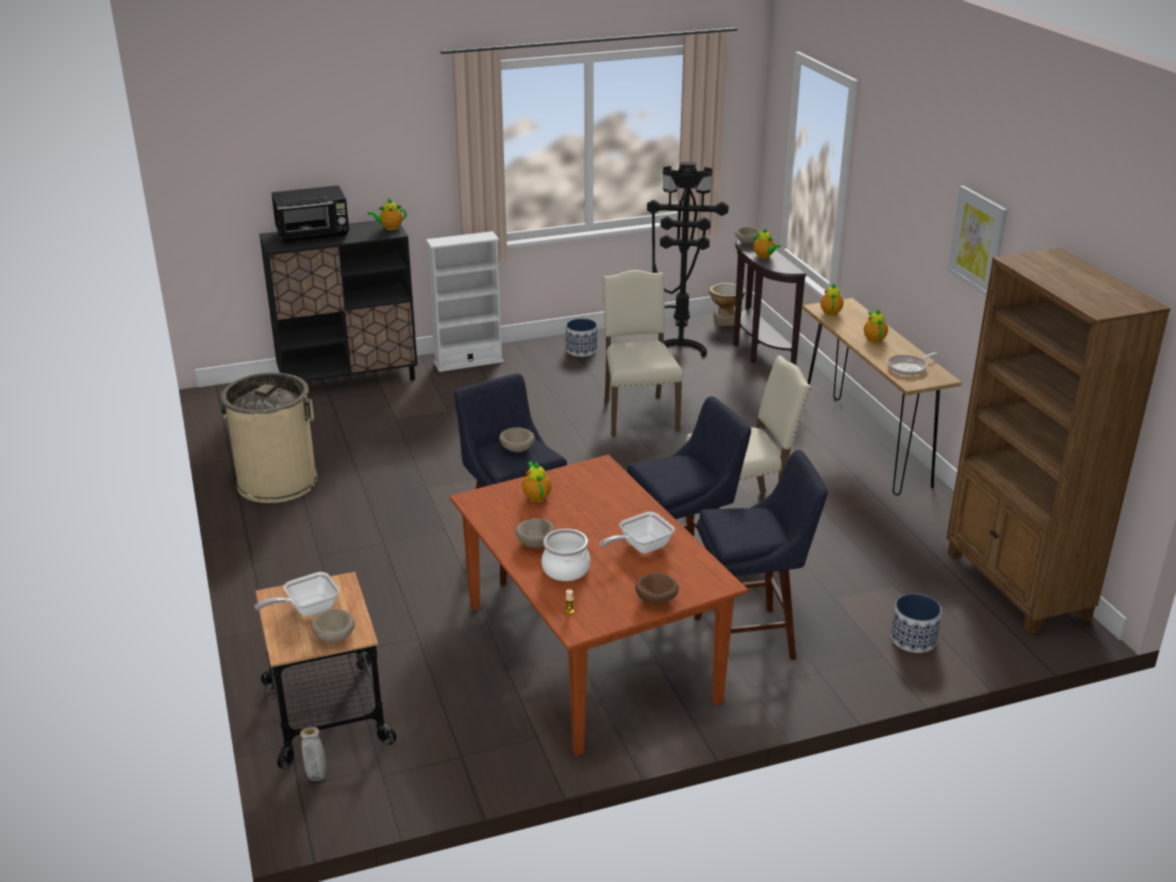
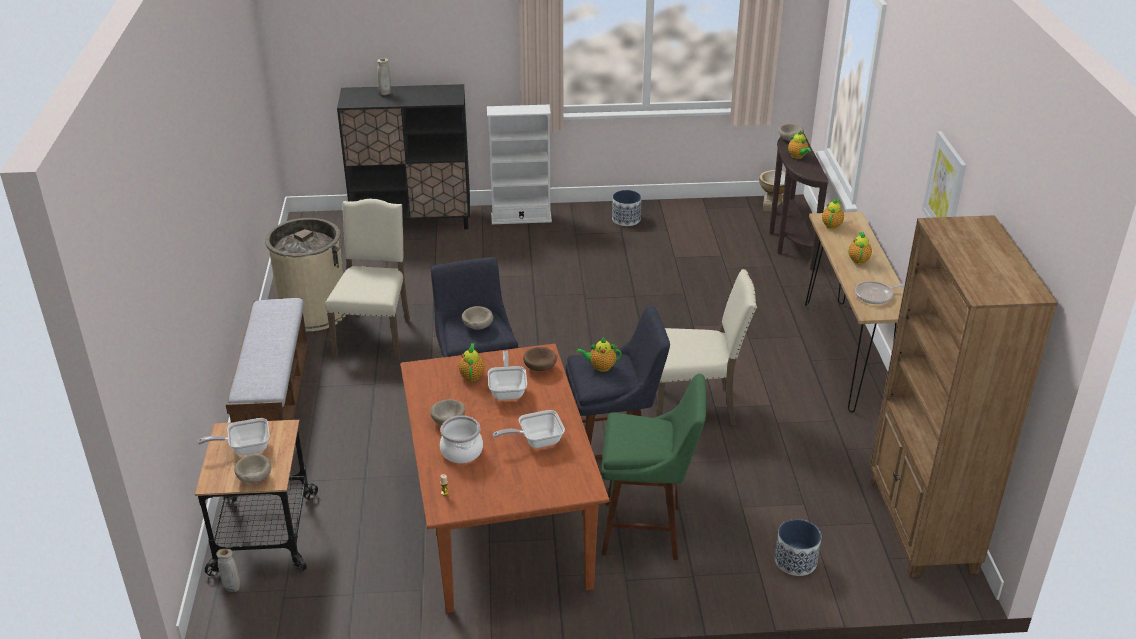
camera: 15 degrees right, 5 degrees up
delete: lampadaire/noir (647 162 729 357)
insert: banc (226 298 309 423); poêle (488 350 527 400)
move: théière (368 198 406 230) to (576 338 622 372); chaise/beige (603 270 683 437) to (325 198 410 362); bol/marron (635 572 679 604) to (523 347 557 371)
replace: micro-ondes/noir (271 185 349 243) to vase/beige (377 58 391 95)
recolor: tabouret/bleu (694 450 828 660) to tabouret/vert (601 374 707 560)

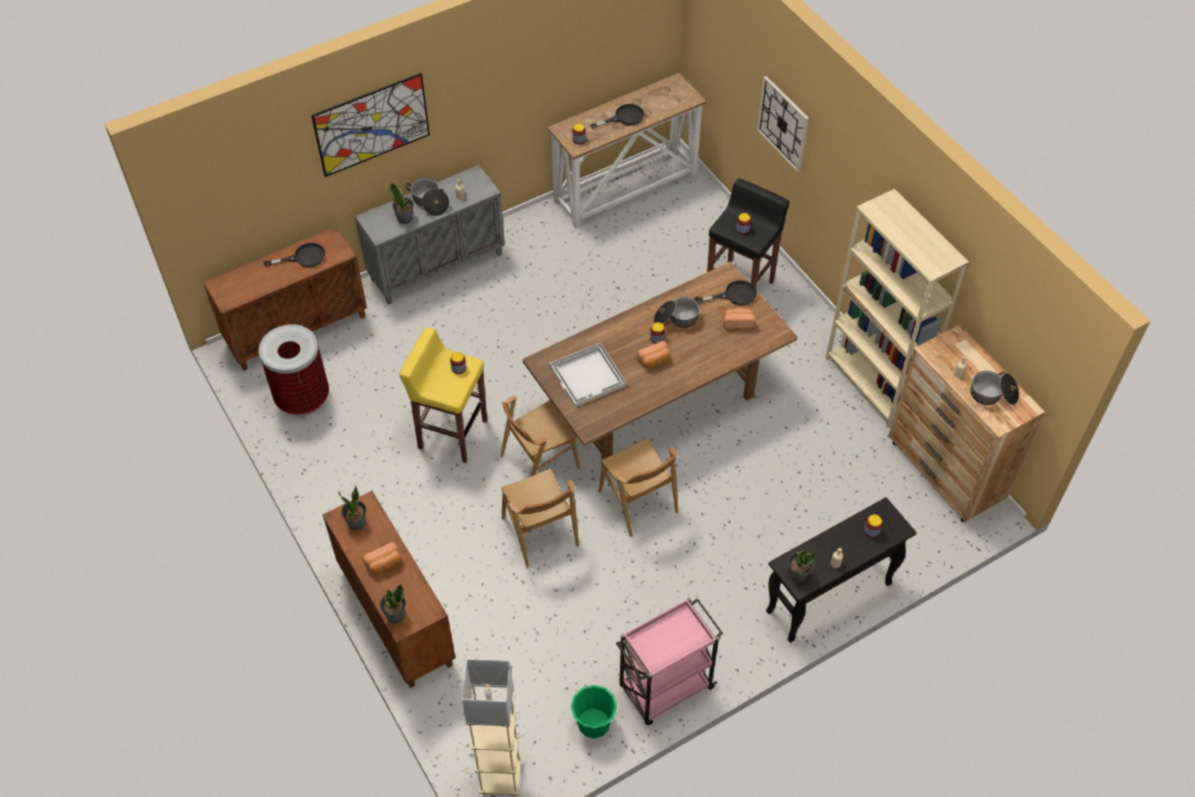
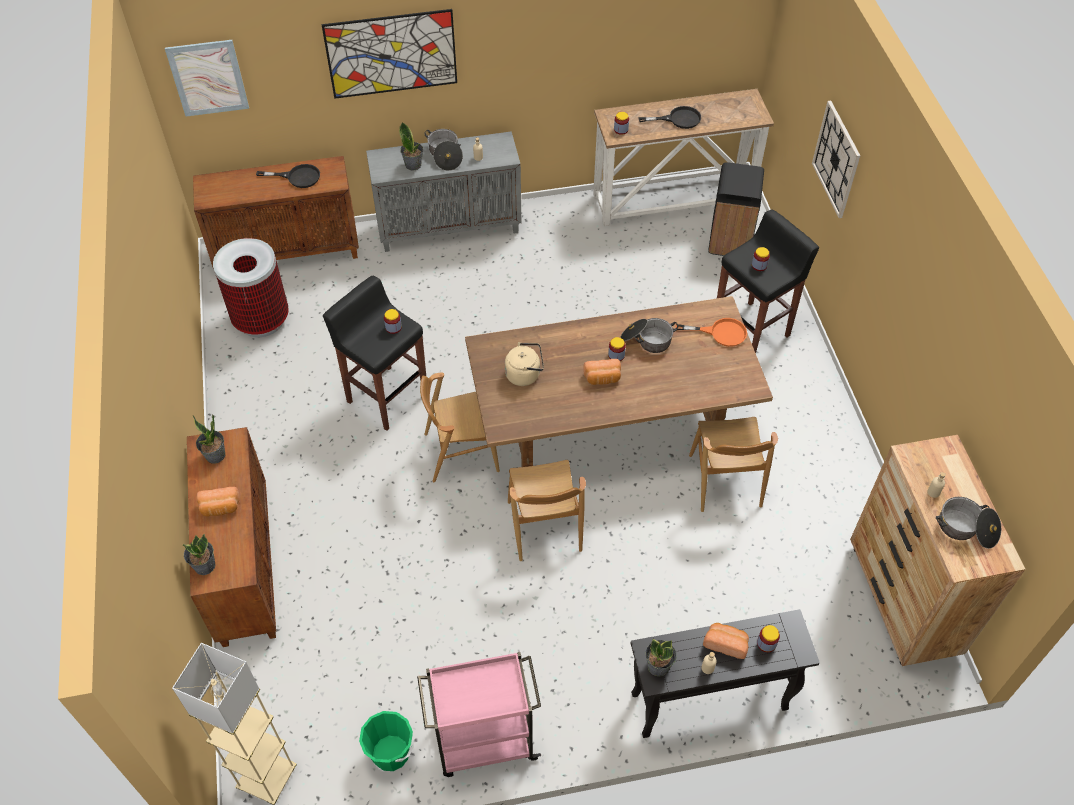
camera: 20 degrees right, 0 degrees up
delete: bibliothèque/beige (826 189 969 428)
insert: tableau (165 40 249 116); poubelle/noir (708 162 764 256)
move: pain (723 308 756 329) to (703 623 749 659); chaise/marron (501 468 579 567) to (689 417 778 512)
replace: plateau/blanc (549 343 627 407) to bouilloire/beige (505 342 544 386)
recolor: poêle/noir (696 280 757 305) to poêle/orange (675 318 747 347); tabouret/jaune (399 328 487 463) to tabouret/noir (323 276 426 431)

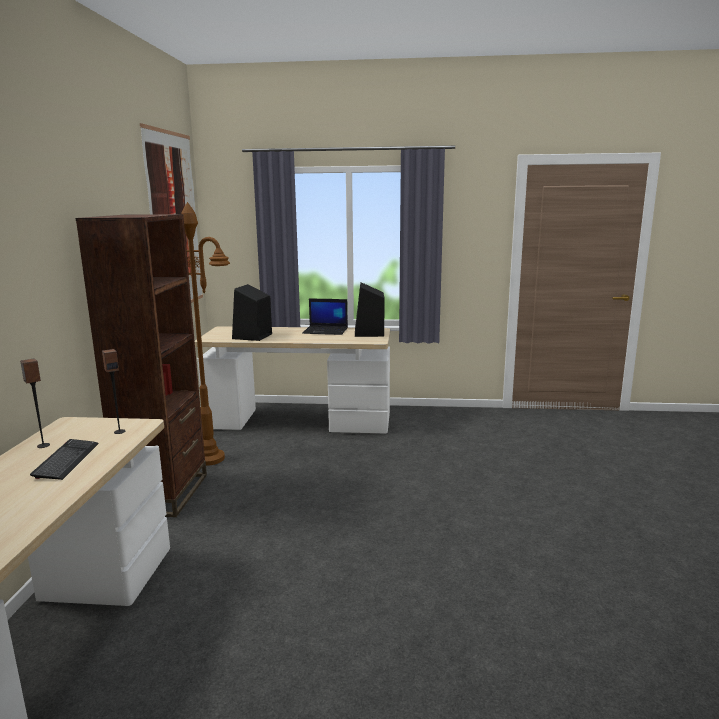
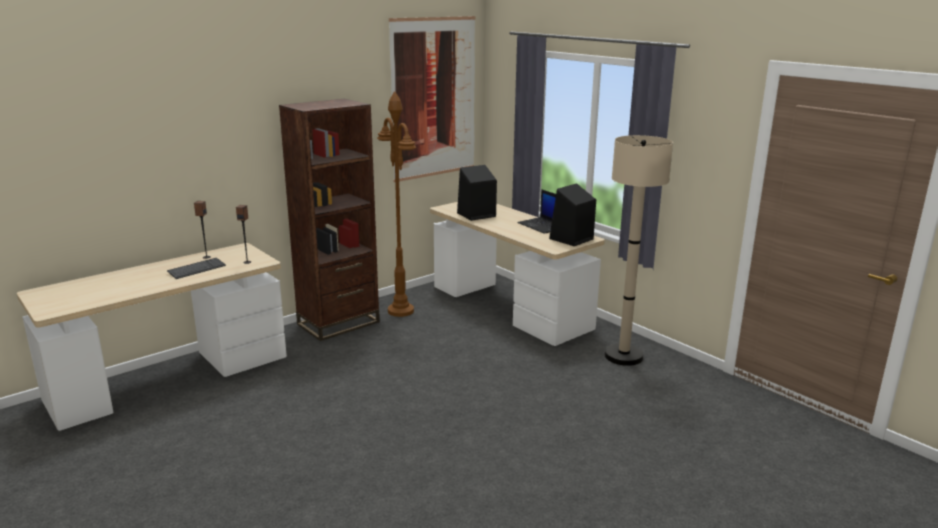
camera: 45 degrees right, 5 degrees up
insert: lampadaire/beige (605 135 673 366)

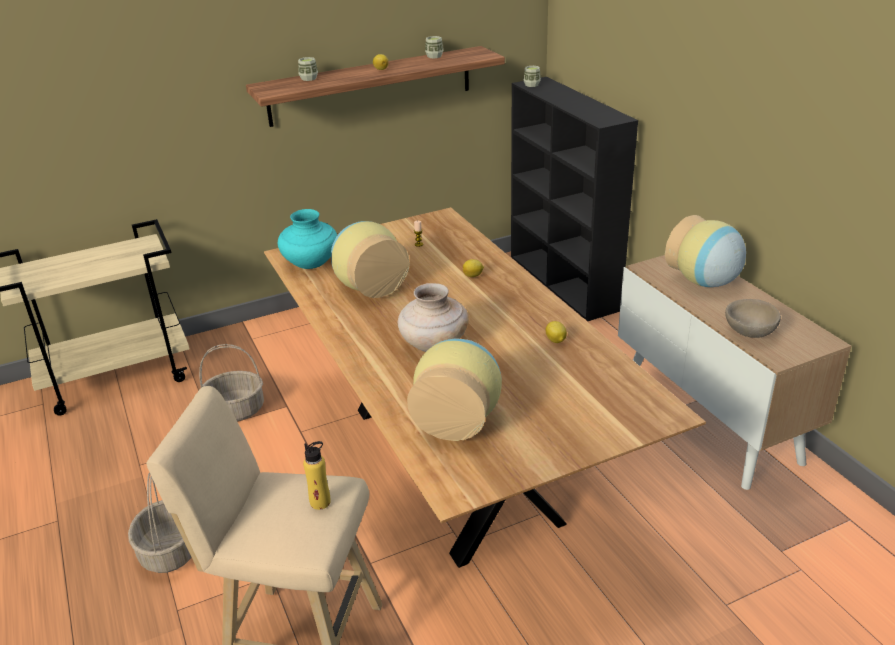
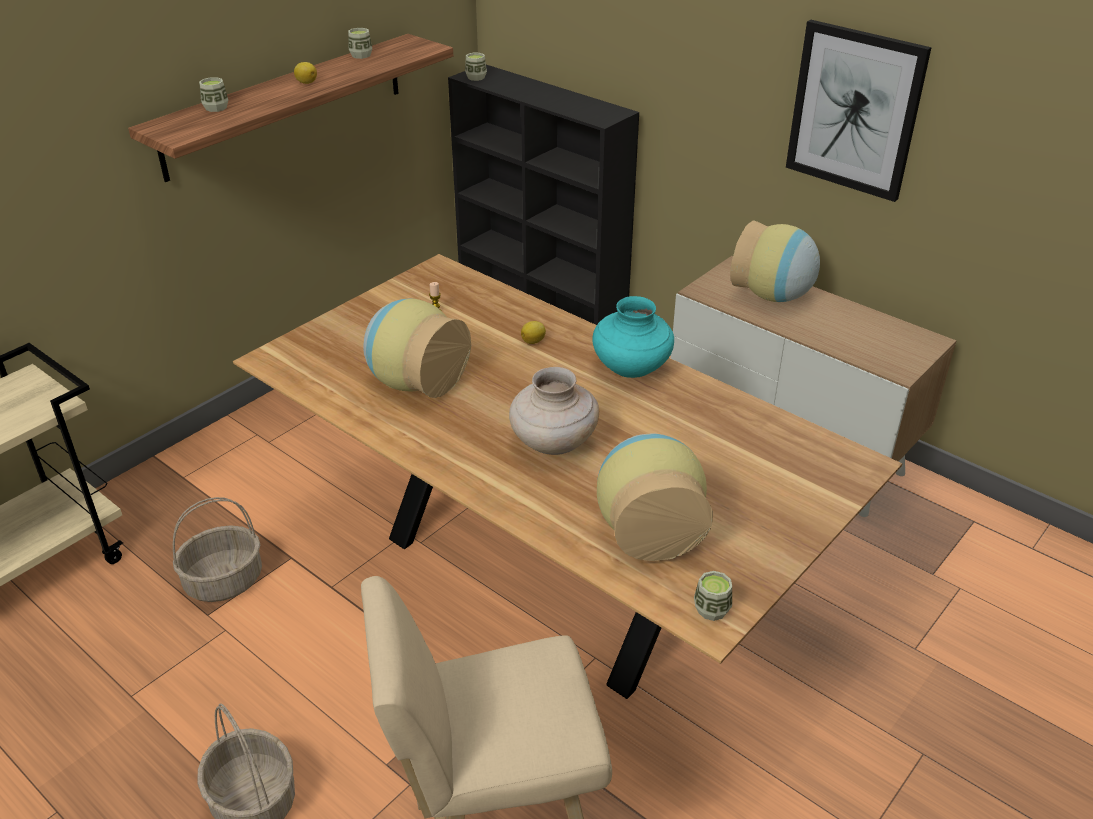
camera: 25 degrees left, 5 degrees up
delete: bol/beige (725 299 781 338); citron (546 321 567 343); bouteille/jaune (303 441 331 510)
insert: tableau (786 20 932 202); tasse (694 571 732 621)
move: vase/turquoise (278 209 337 269) to (592 296 674 378)

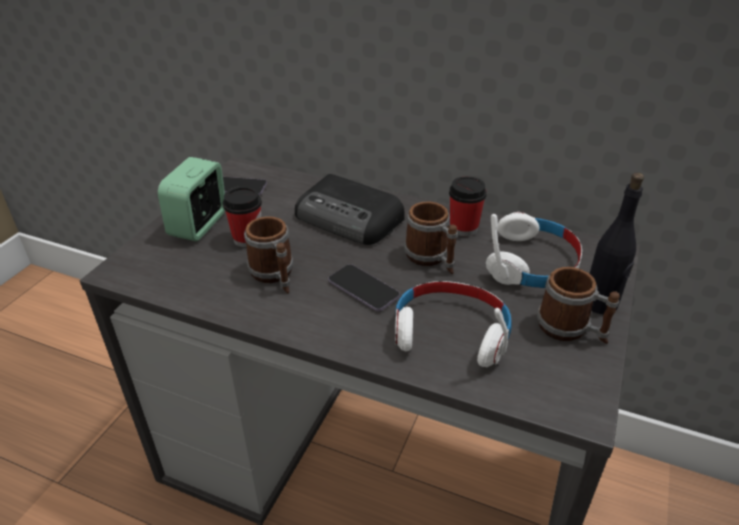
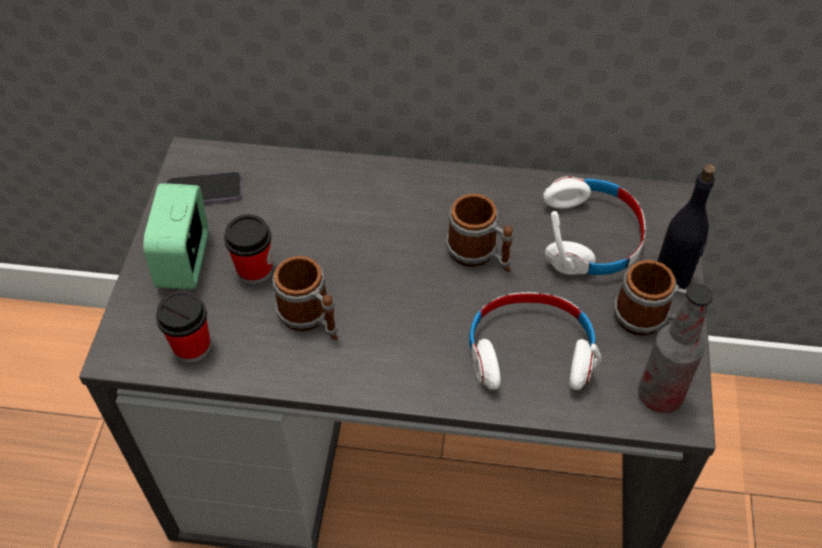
camera: 15 degrees left, 15 degrees up
delete: radio (295 174 405 245); téléphone (328 264 400 311)
insert: bouteille (638 284 713 413)
move: tasse (449 176 487 236) to (156 291 211 363)

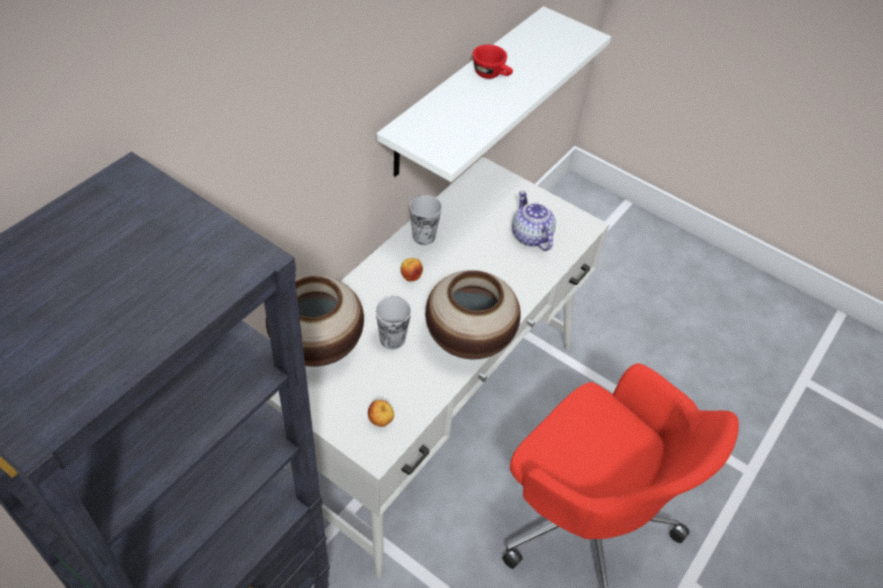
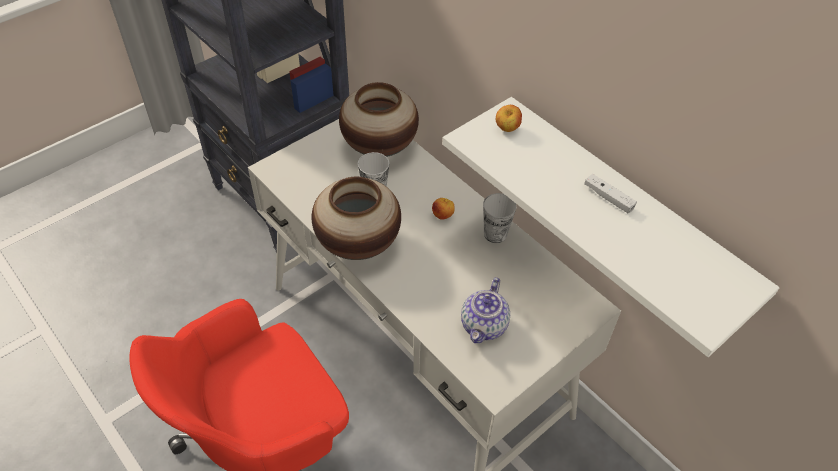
camera: 105 degrees right, 0 degrees up
move: pomme (368 400 394 427) to (496 105 522 132)
replace: tasse/rouge (472 44 513 79) to manette/blanc (584 174 637 214)
rotate: théière (512 190 556 251) = (461 277 510 343) 120 degrees clockwise

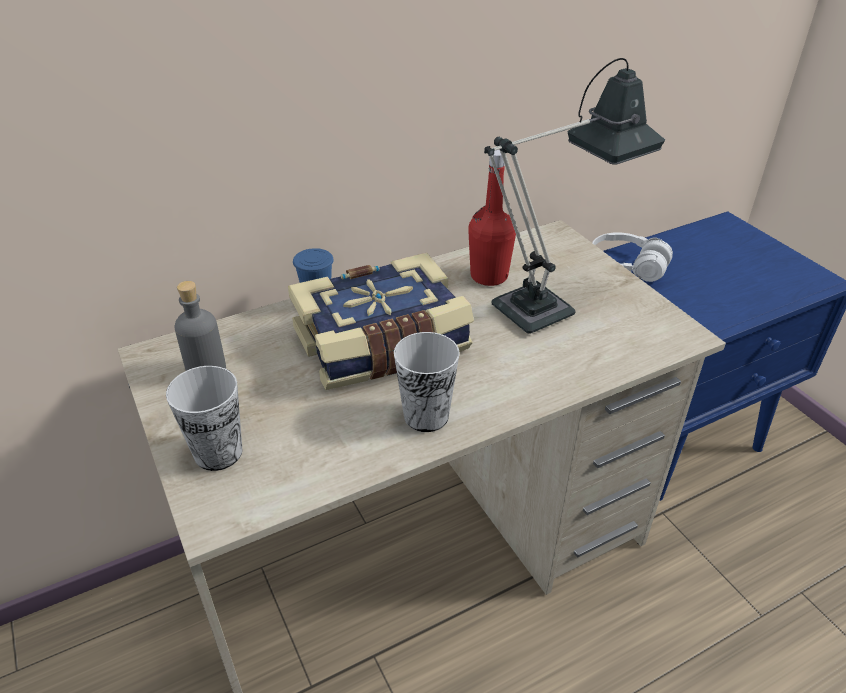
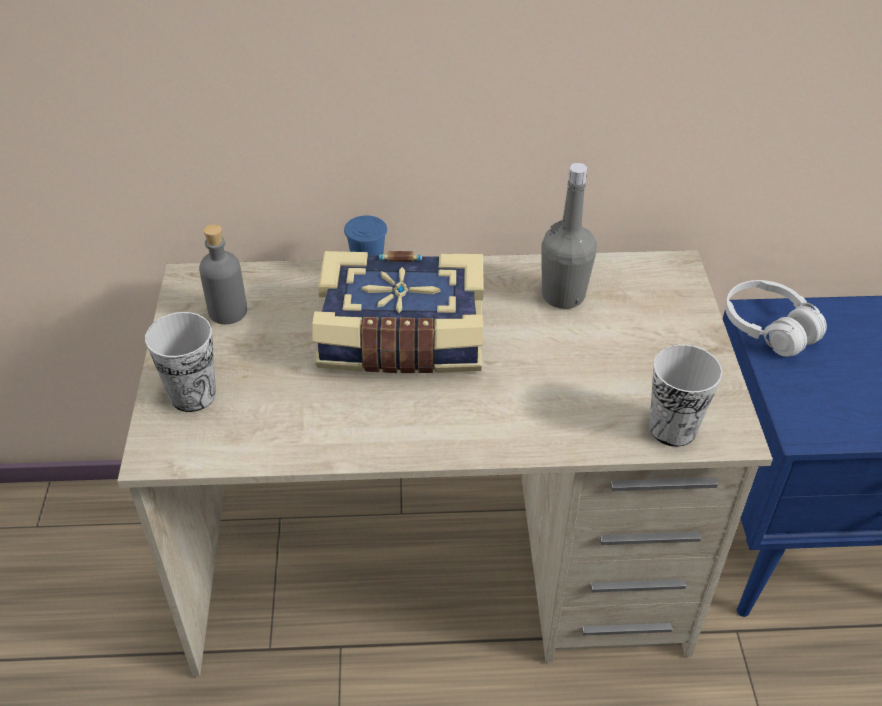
camera: 25 degrees right, 5 degrees up
delete: lampe de table (484 58 665 334)
move: tasse (394 332 460 432) to (649 344 722 447)
recolor: bouteille/rouge (468 150 516 286) to bouteille/gris (541 163 597 309)

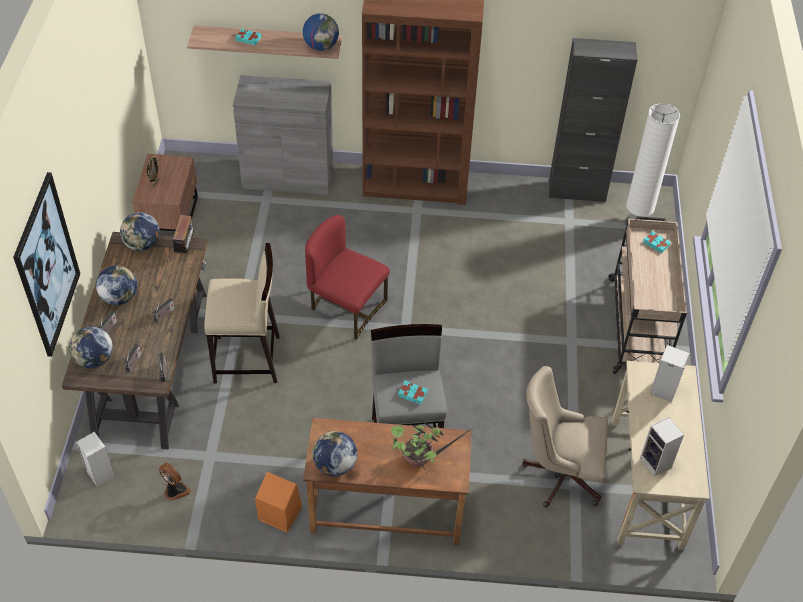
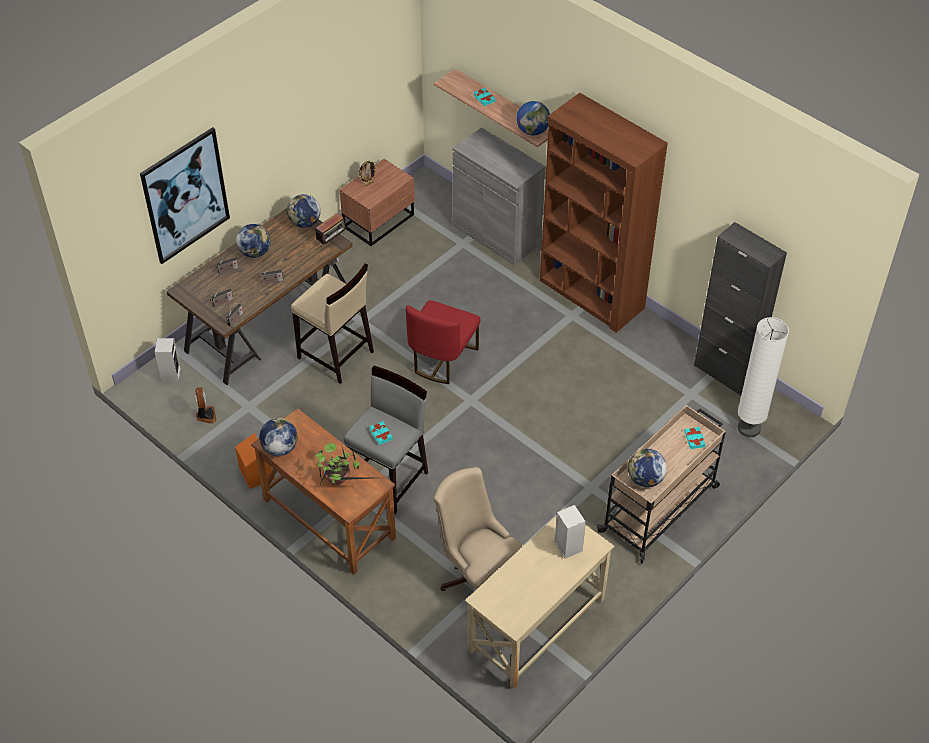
camera: 40 degrees right, 0 degrees up
delete: enceinte (640 417 684 476)
move: globe (69 326 113 368) to (628 449 667 487)
rotate: chaise/rouge (305 215 390 340) = (406 300 480 384) 135 degrees counterclockwise

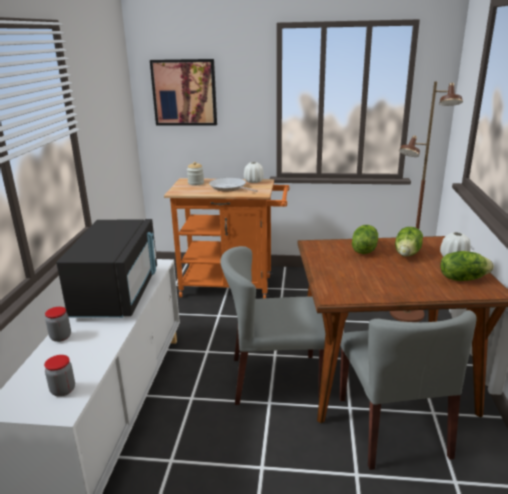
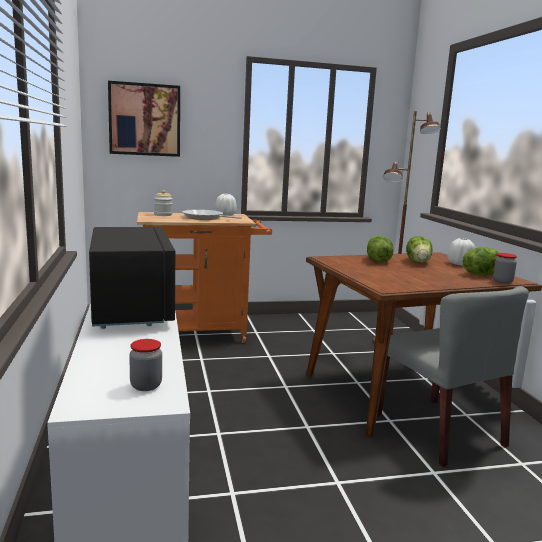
camera: 20 degrees left, 10 degrees down
delete: chaise/gris (220 246 325 405)
move: bocal (45 307 71 342) to (493 253 517 284)

